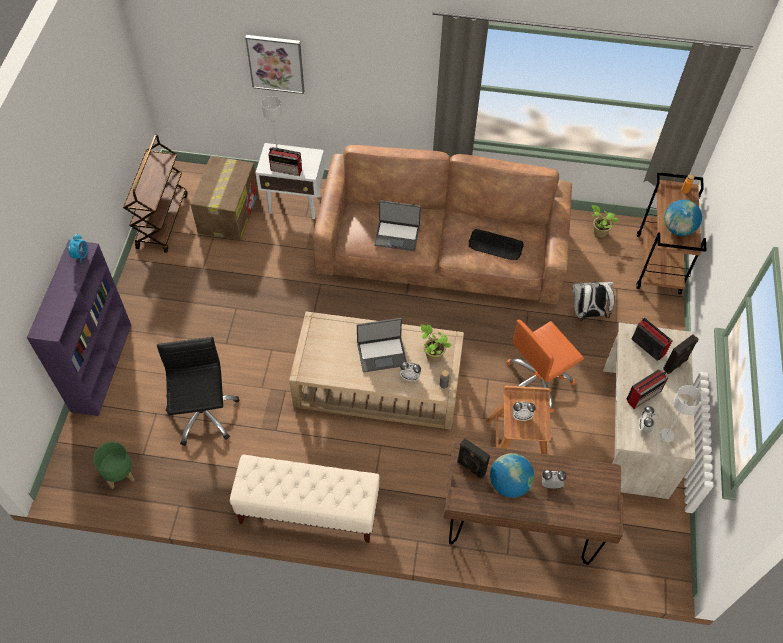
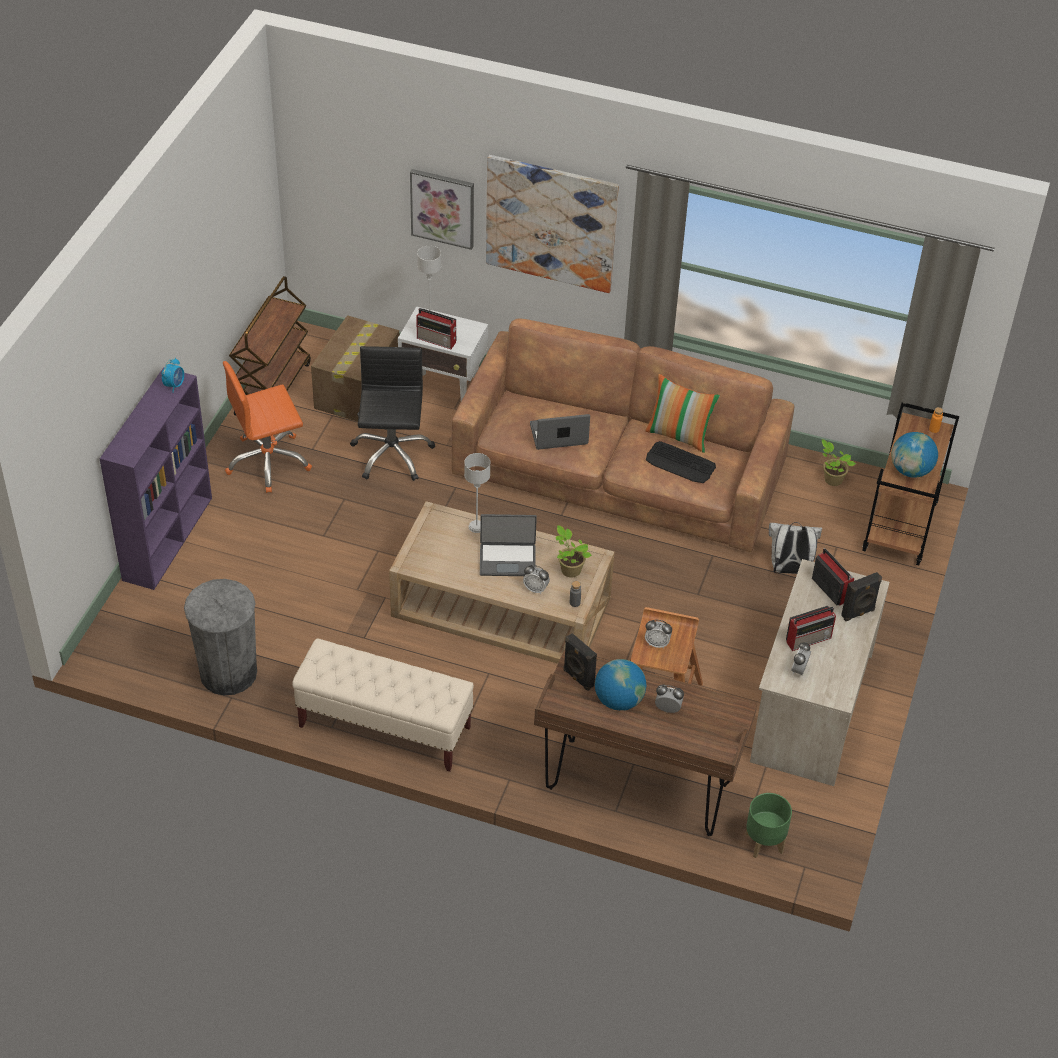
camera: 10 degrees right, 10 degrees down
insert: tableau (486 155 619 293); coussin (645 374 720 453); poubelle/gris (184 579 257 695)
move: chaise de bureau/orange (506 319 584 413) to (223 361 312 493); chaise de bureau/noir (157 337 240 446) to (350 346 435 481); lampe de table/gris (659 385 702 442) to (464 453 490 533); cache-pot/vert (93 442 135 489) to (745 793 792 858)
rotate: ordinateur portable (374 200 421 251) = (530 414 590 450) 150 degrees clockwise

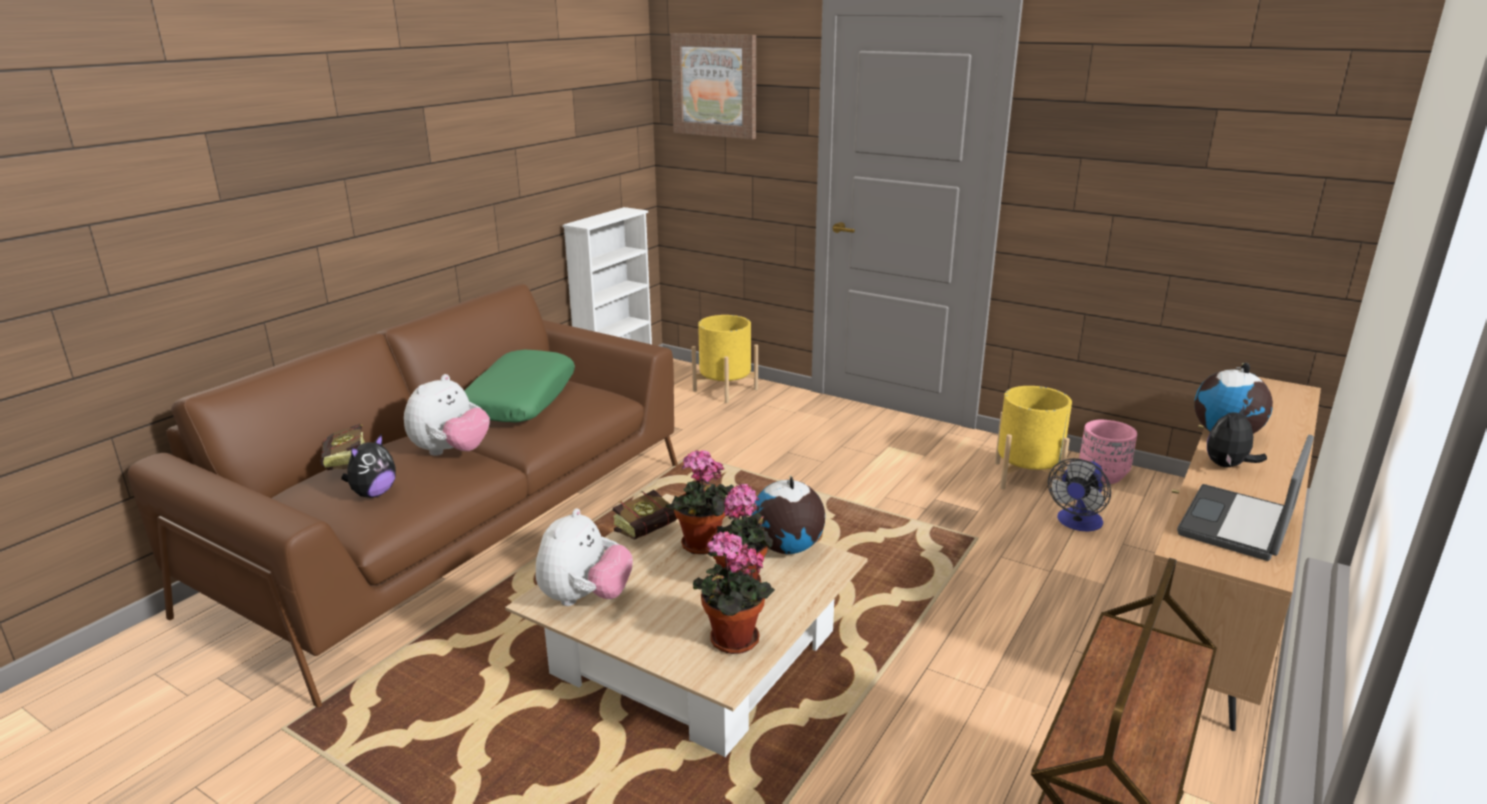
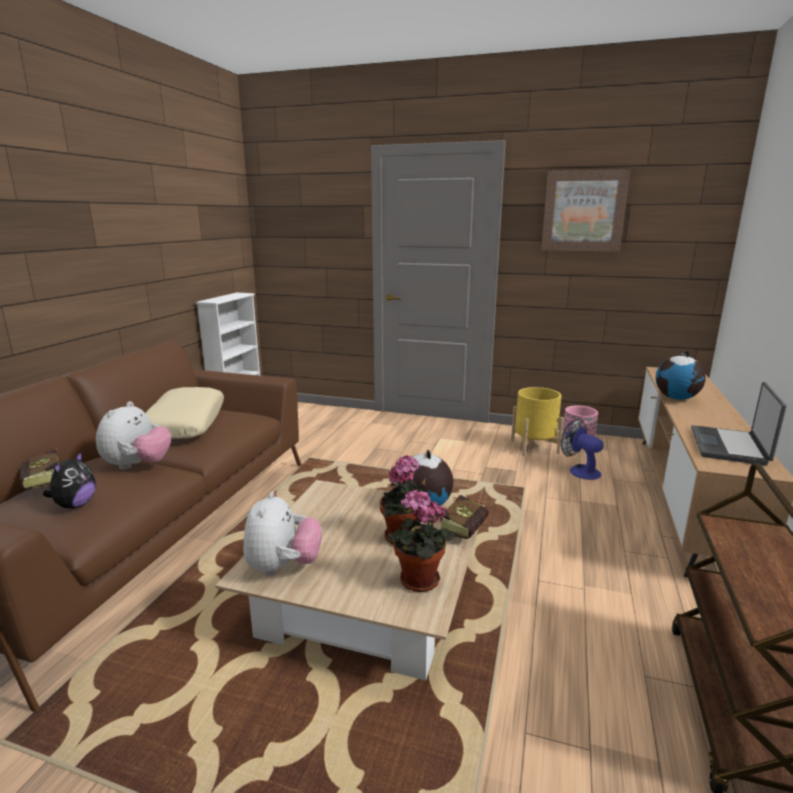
camera: 15 degrees left, 5 degrees down
delete: cache-pot/jaune (692 315 758 403); peluche (1207 405 1267 467); plante en pot (665 450 734 554)
move: tableau (670 33 756 139) to (541 169 631 252); livre (613 490 677 539) to (441 495 489 539)
recolor: coussin/vert (464 350 575 423) to coussin/beige (145 387 224 439)
rotate: ventilateur (1048 458 1111 532) = (560 419 604 480) 120 degrees clockwise

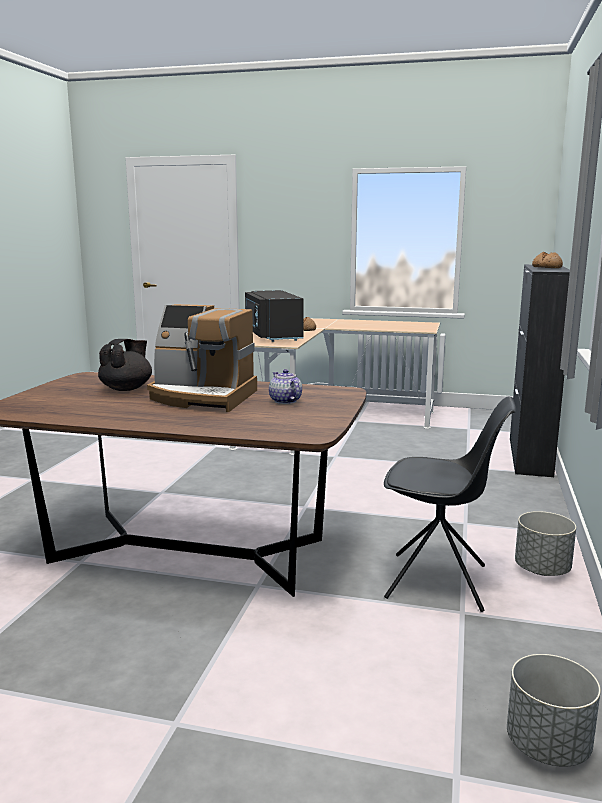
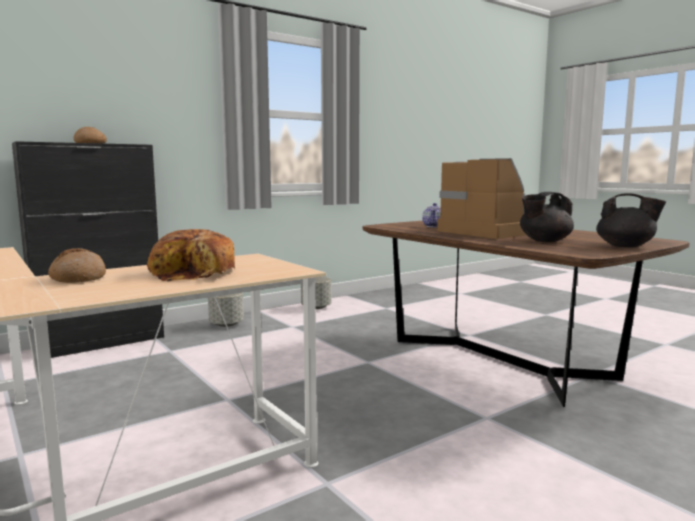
camera: 140 degrees left, 5 degrees down
delete: chaise/noir (384 396 516 612)
insert: théière/noir (596 193 666 247)
move: cache-pot/gris (507 654 601 767) to (208 293 244 327)
replace: micro-ondes/noir (245 290 304 342) to pain (147 229 235 281)

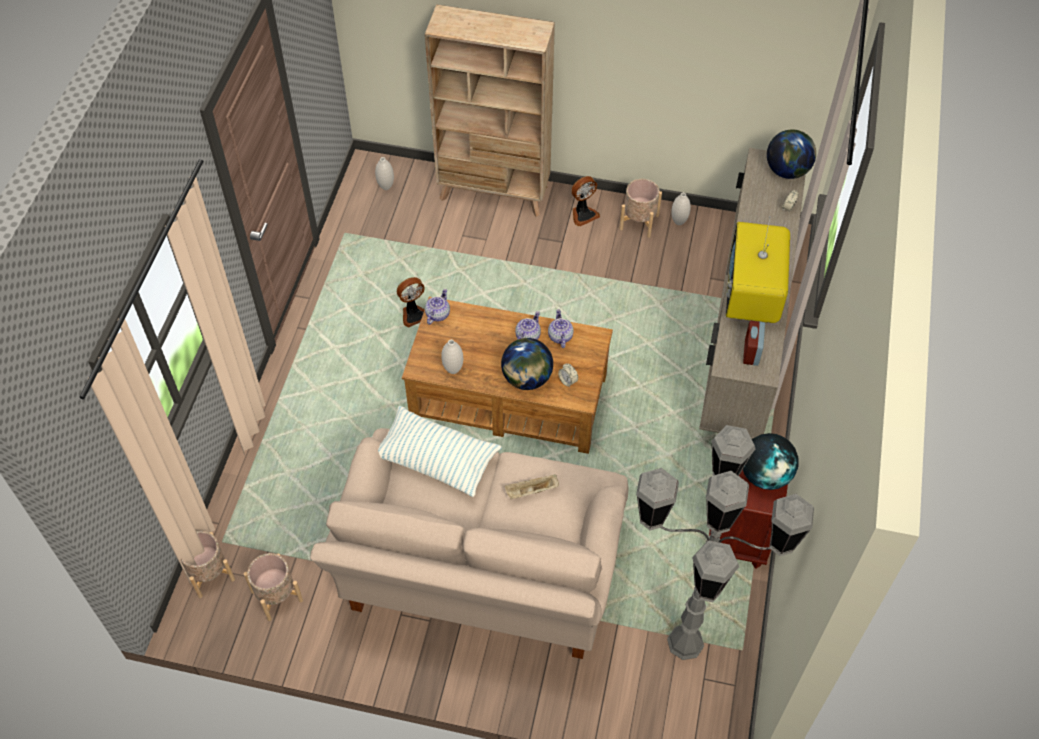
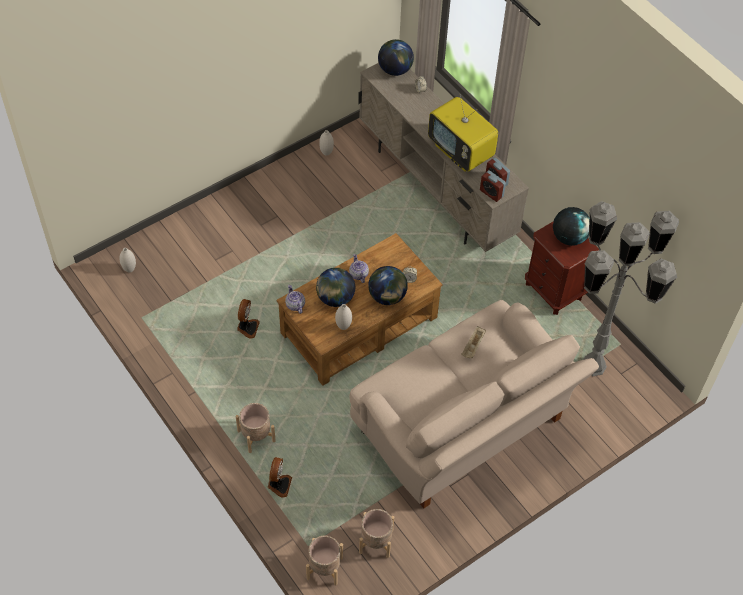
camera: 50 degrees left, 0 degrees up
delete: bibliothèque/beige (425 4 555 217); théière (548 309 574 348); coussin (378 406 502 497)
insert: réveil (480 170 506 202); globe (316 268 355 307)
move: ventilateur (571 176 600 227) to (268 457 292 498); cache-pot/beige (619 179 662 238) to (236 403 276 453)

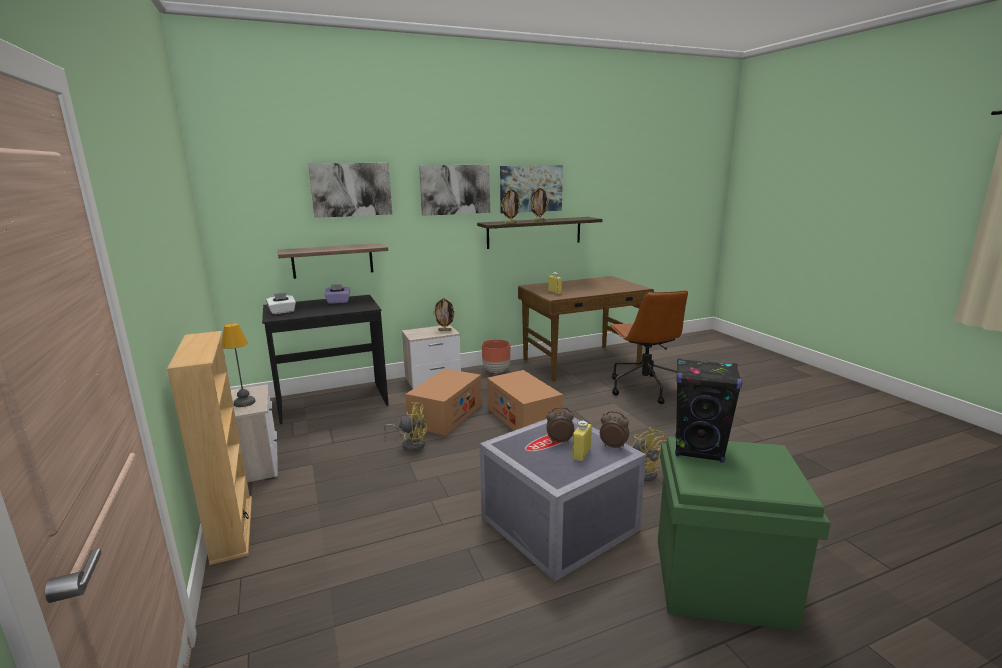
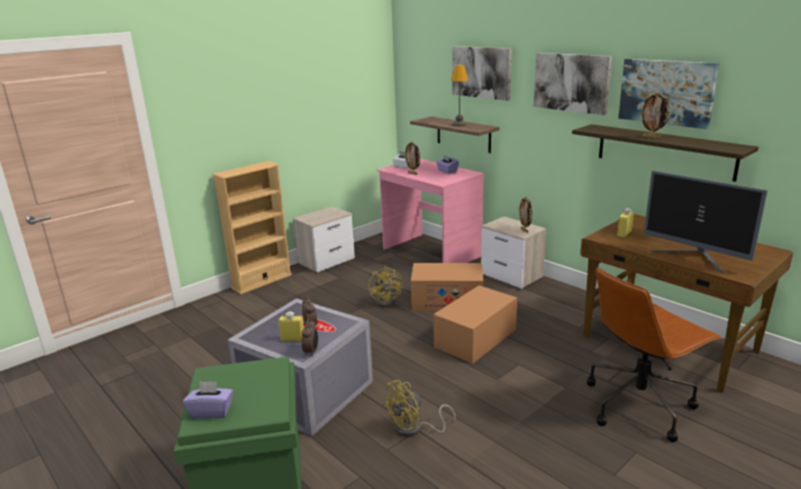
camera: 70 degrees right, 5 degrees up
delete: cache-pot/marron (482 340 510 373); enceinte/noir (675 358 742 463)
insert: écran d'ordinateur (644 170 768 273); boîte à mouchoirs/violet (183 381 233 419)
move: cadre photo (501 188 521 224) to (404 141 421 175); lampe de table (222 323 256 407) to (451 65 468 126)
recolor: bureau/noir (262 295 389 424) to bureau/rose (377 159 484 263)

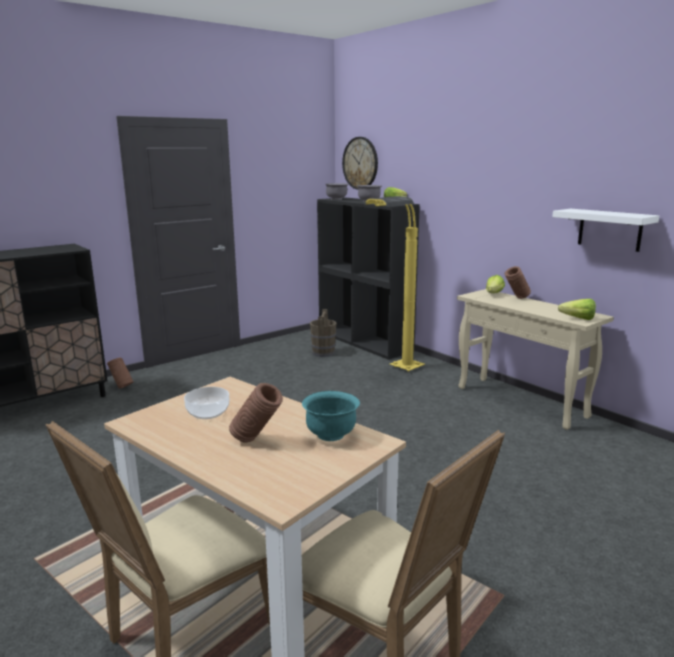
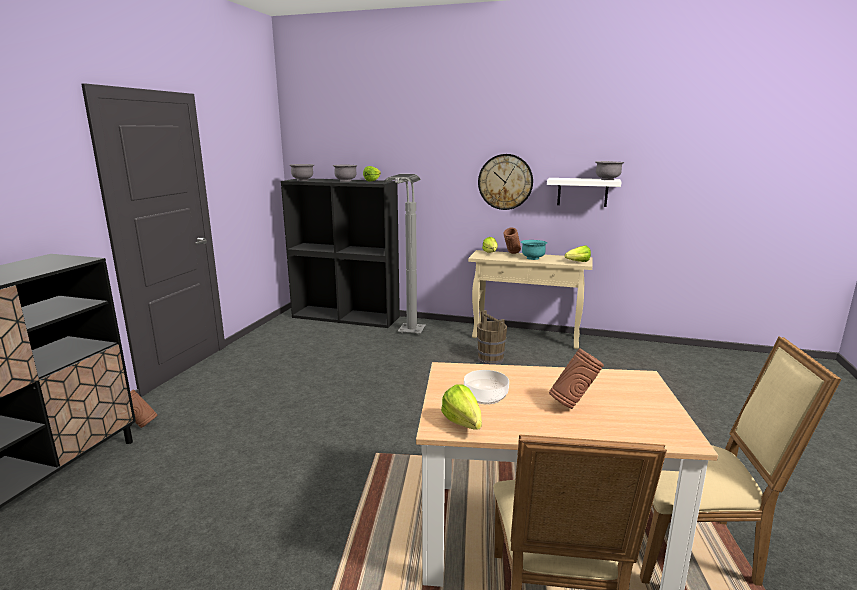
camera: 35 degrees left, 0 degrees up
insert: bol/gris (595 161 624 180); laitue (441 384 482 430)
move: horloge murale (342 137 378 190) to (478 154 533 210); seau/marron (310 309 336 357) to (477 310 507 365); bol/turquoise (302 391 360 441) to (521 240 547 260)
recolor: lampadaire/jaune (365 196 425 372) to lampadaire/gris (384 174 426 335)

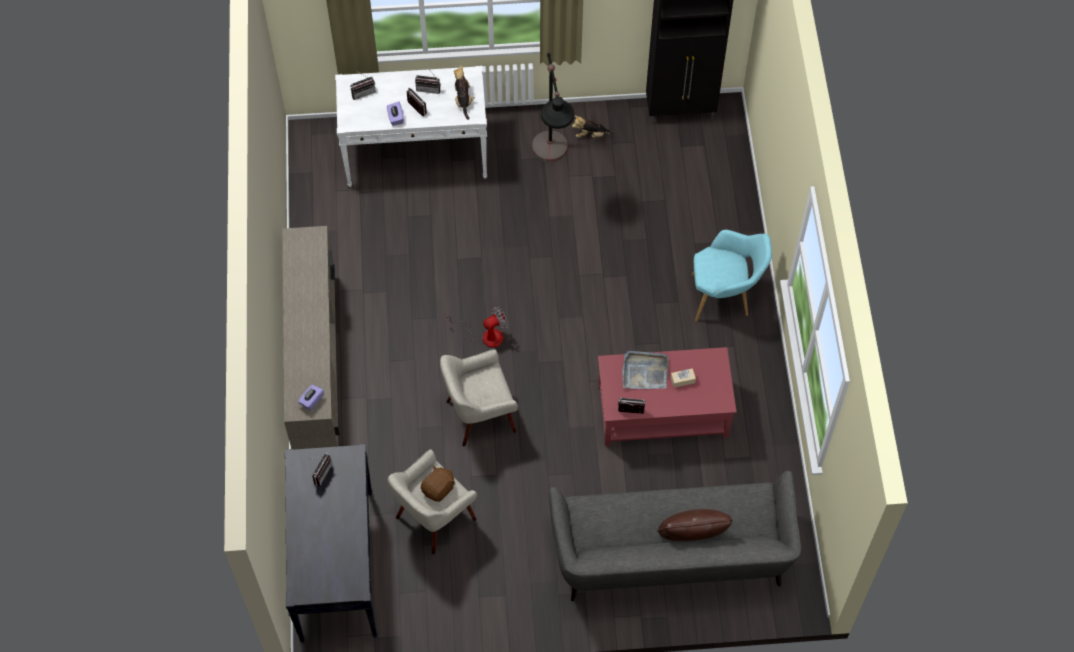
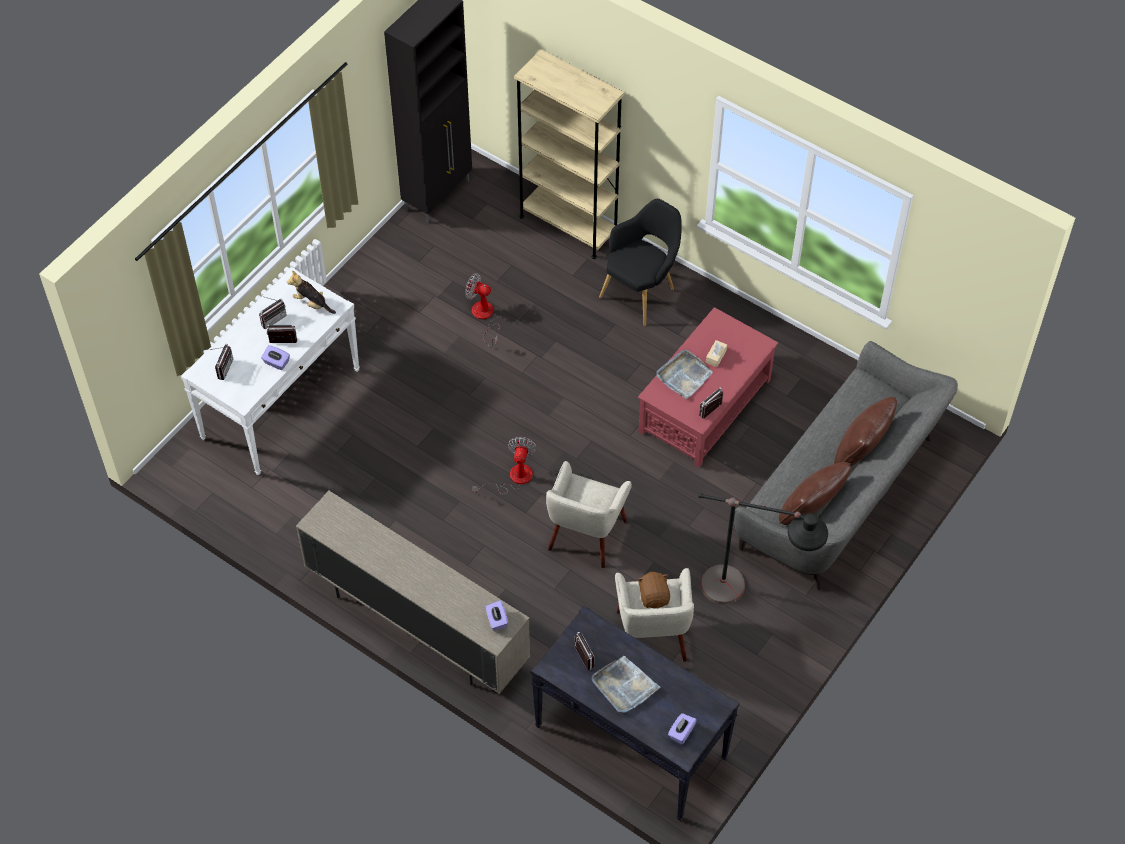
camera: 50 degrees left, 5 degrees down
delete: peluche (572 115 614 138)
insert: bibliothèque/beige (514 49 625 259); ventilateur (465 273 500 347); coussin/marron (779 462 851 525); plateau/gris (592 656 661 713); boîte à mouchoirs/violet (668 713 697 745)
move: lampadaire/noir (532 53 574 162) to (698 493 828 605)
recolor: fauteuil/turquoise (691 230 772 322) to fauteuil/noir (599 199 682 326)

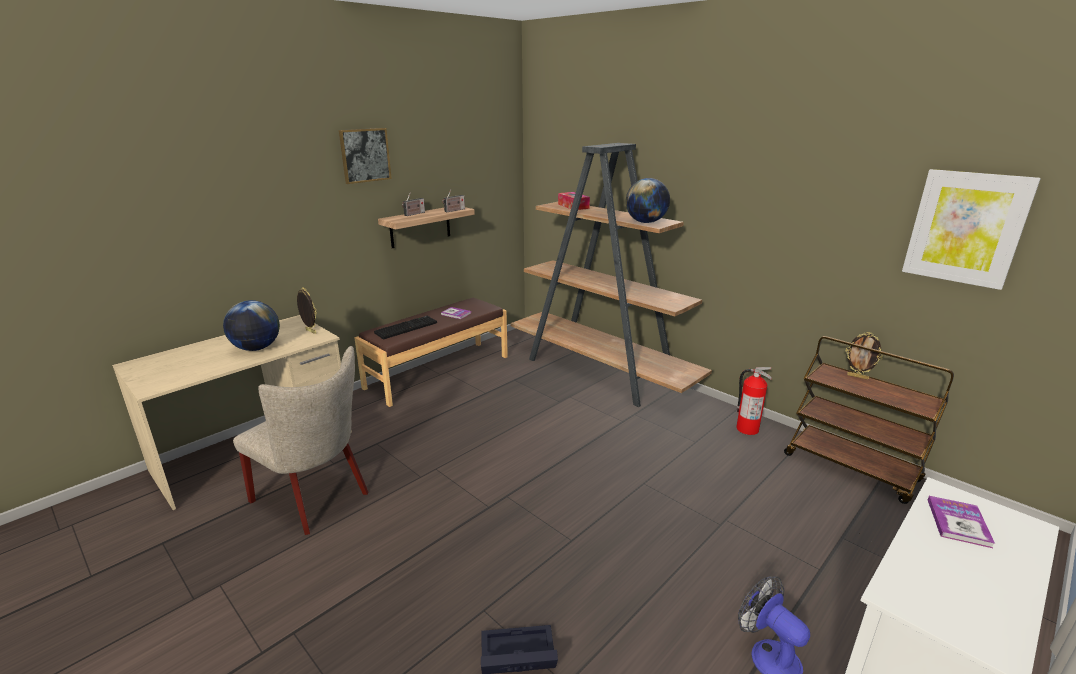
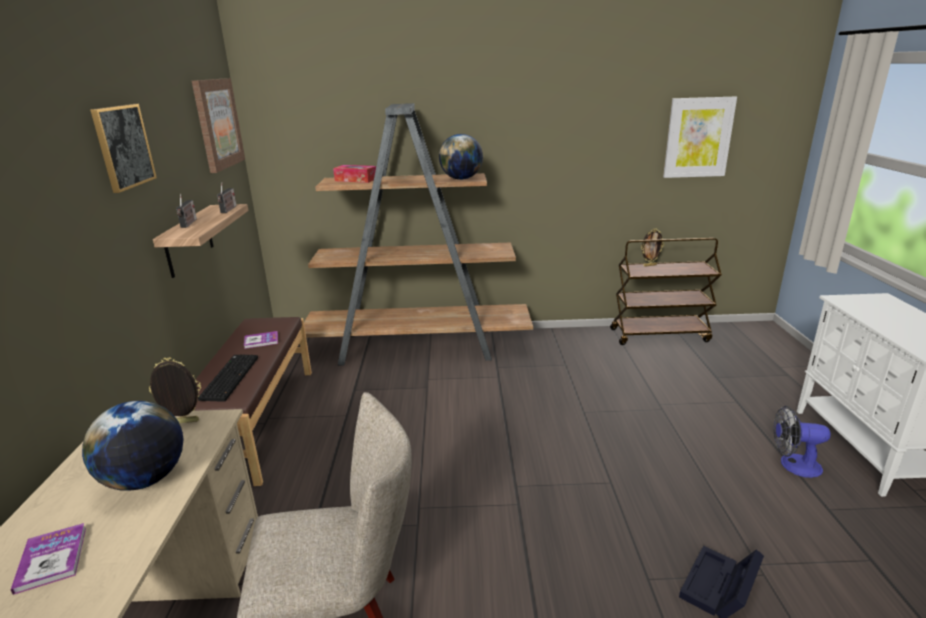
camera: 45 degrees left, 0 degrees up
delete: extincteur (736 367 772 435)
insert: tableau (192 78 245 173)
move: livre (928 496 995 548) to (10 523 86 595)

